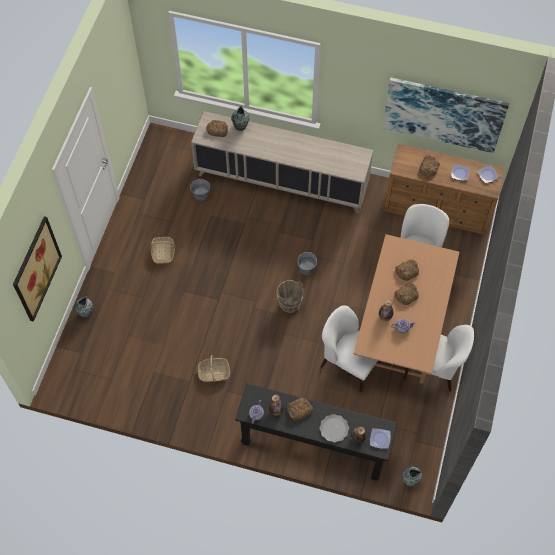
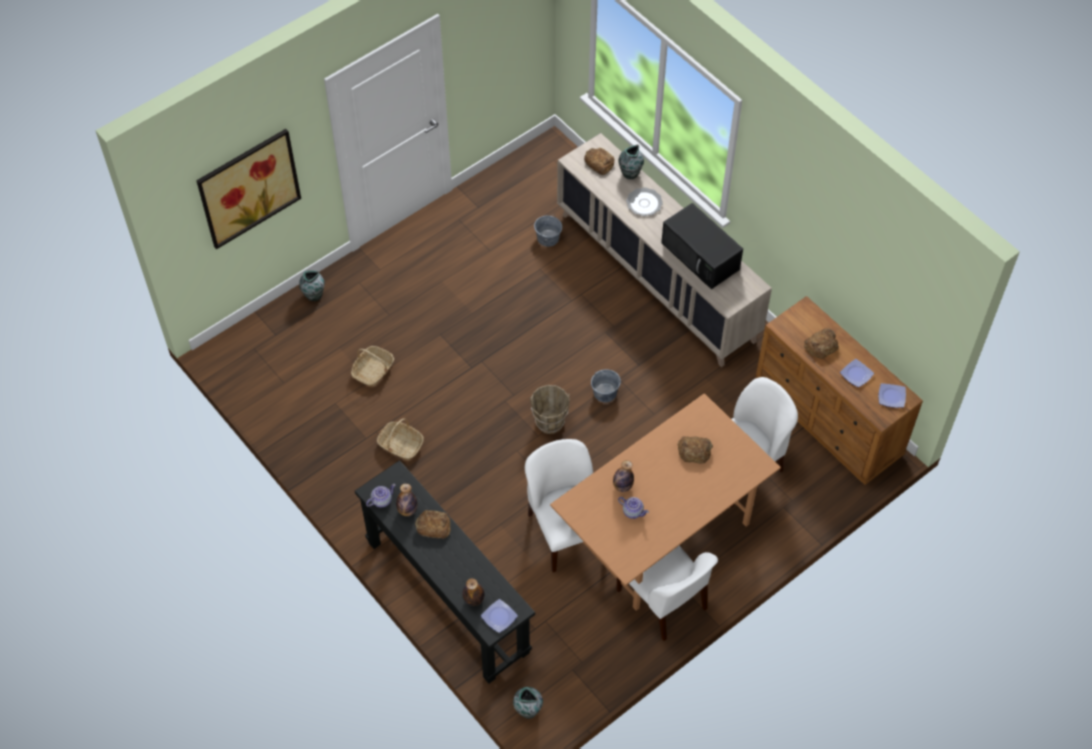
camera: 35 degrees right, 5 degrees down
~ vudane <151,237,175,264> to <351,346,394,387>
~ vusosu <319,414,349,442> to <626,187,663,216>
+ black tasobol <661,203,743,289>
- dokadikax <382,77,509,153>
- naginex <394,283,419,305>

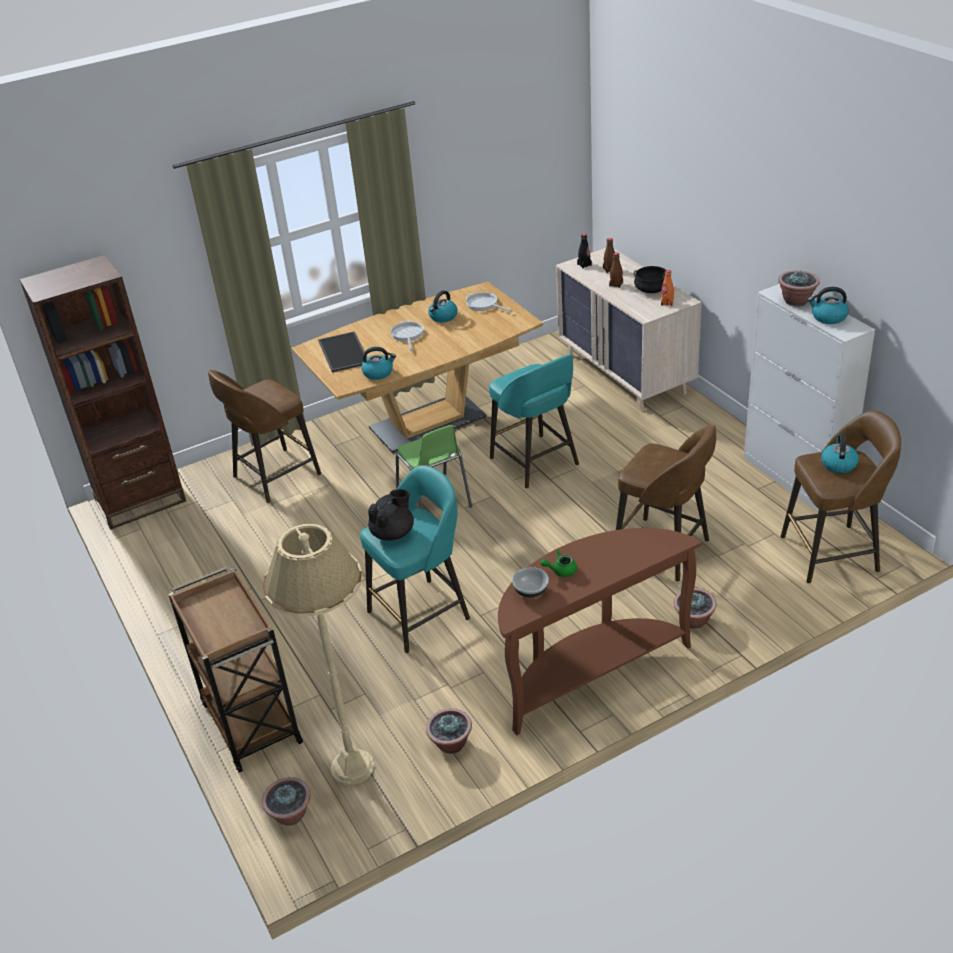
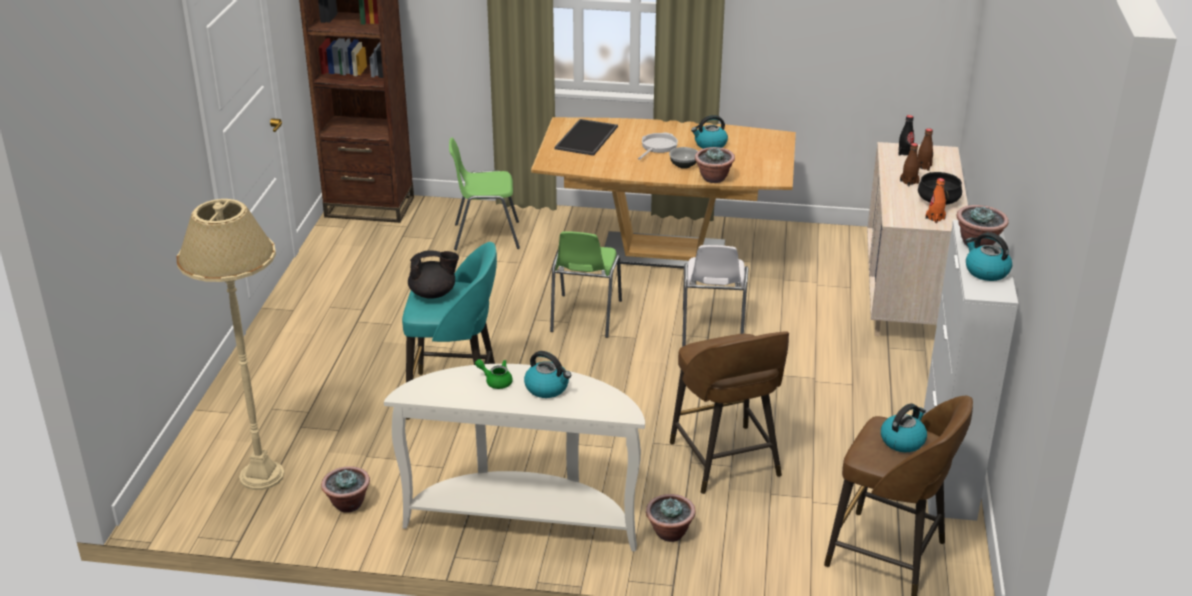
camera: 35 degrees right, 5 degrees down
~ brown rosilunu <498,528,702,735> to white rosilunu <384,364,645,552>
~ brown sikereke <208,370,321,503> to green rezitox <449,138,520,250>
~ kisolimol <361,347,396,380> to <524,351,571,398>
~ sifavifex <512,567,549,598> to <669,147,698,169>
~ turquoise sikereke <489,354,579,489> to white rezitox <682,245,748,347>
~ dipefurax <262,777,310,826> to <695,147,735,183>
- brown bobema <168,566,303,772>
- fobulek <466,292,512,312>

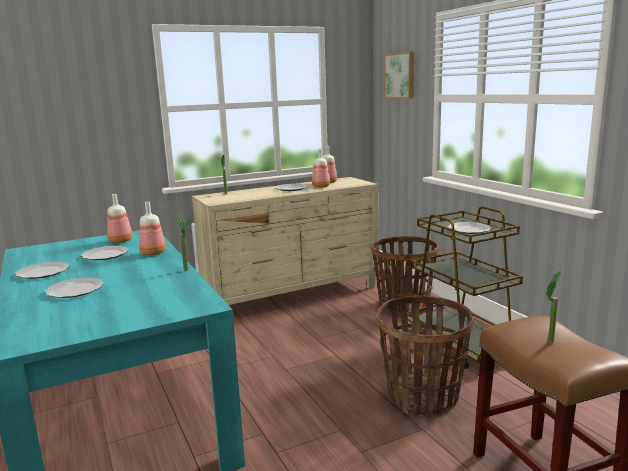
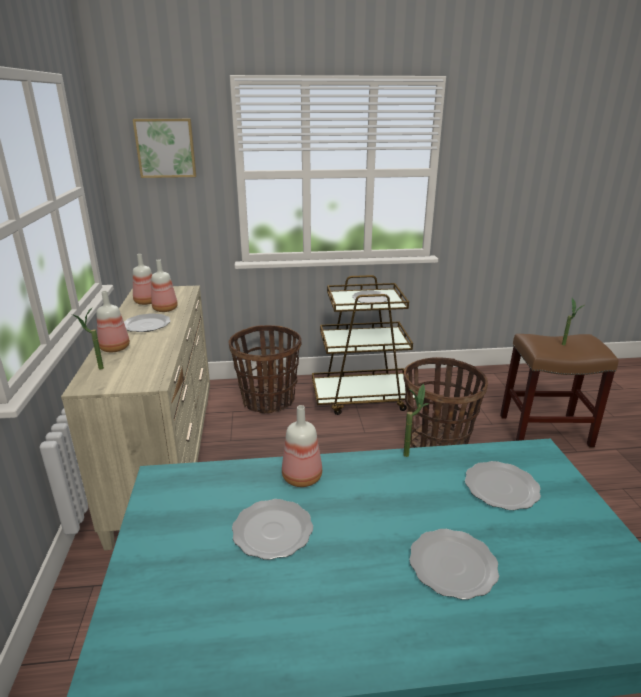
camera: 70 degrees left, 10 degrees up
~ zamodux <107,194,132,243> to <97,291,130,352>
~ vusosu <15,261,69,279> to <465,461,541,510>

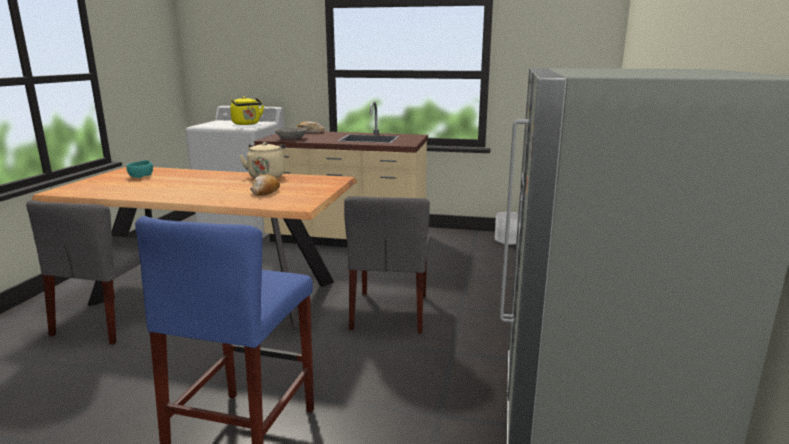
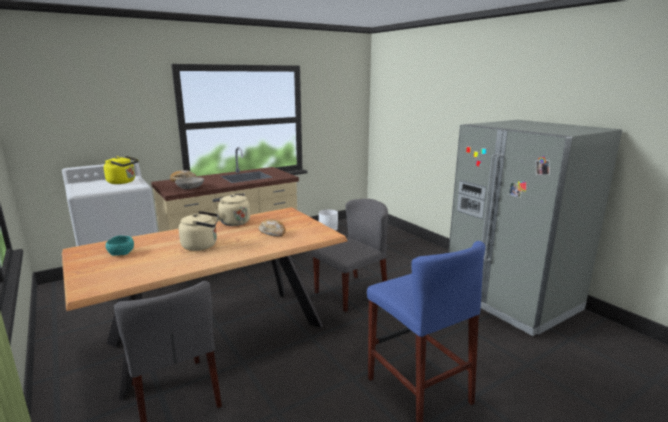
camera: 45 degrees left, 0 degrees up
+ beige kisolimol <179,211,219,251>
~ grey rezitox <344,196,430,334> = <311,199,388,312> 90 degrees counterclockwise

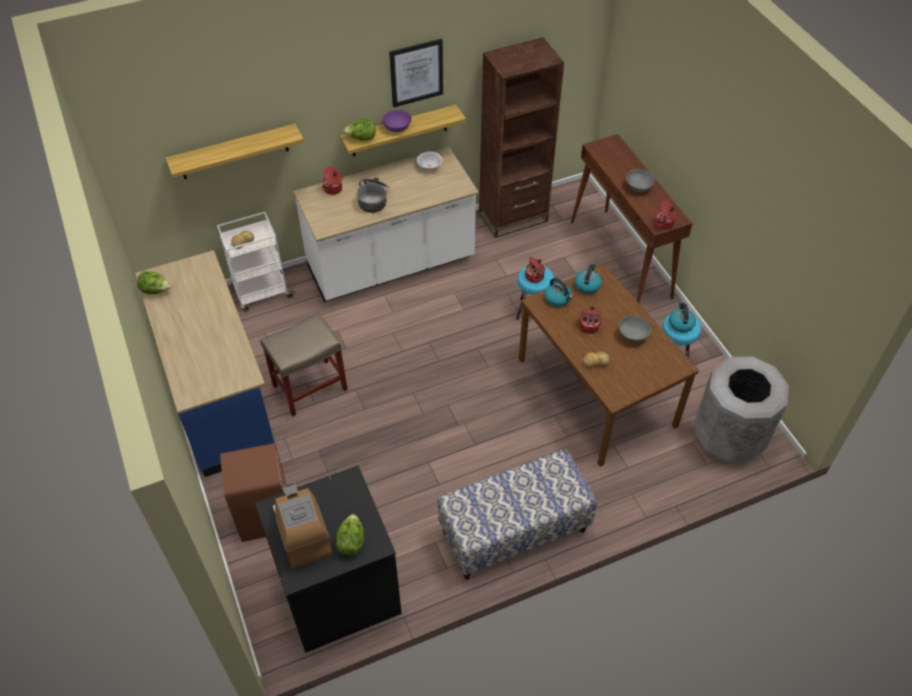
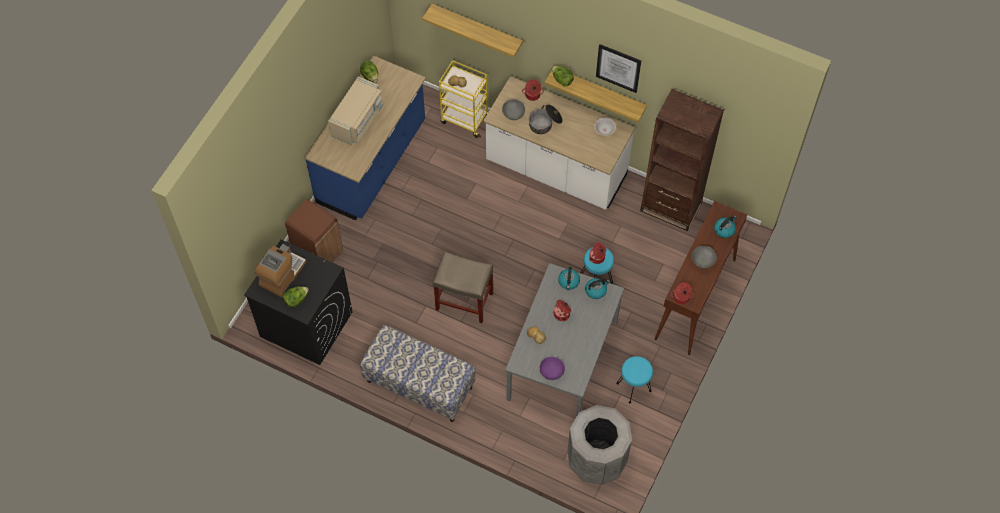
camera: 50 degrees right, 10 degrees up
+ beige tasobol <328,77,383,145>
~ beige sikereke <260,313,348,416> to <433,252,493,323>
~ white bobema <217,212,295,312> to yellow bobema <439,60,488,138>
~ grey sifavifex <619,316,651,342> to <502,99,525,120>
~ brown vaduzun <519,264,699,467> to grey vaduzun <505,263,624,417>
~ purple sifavifex <382,110,412,132> to <540,357,565,380>
~ kisolimol <669,302,696,332> to <714,215,737,238>

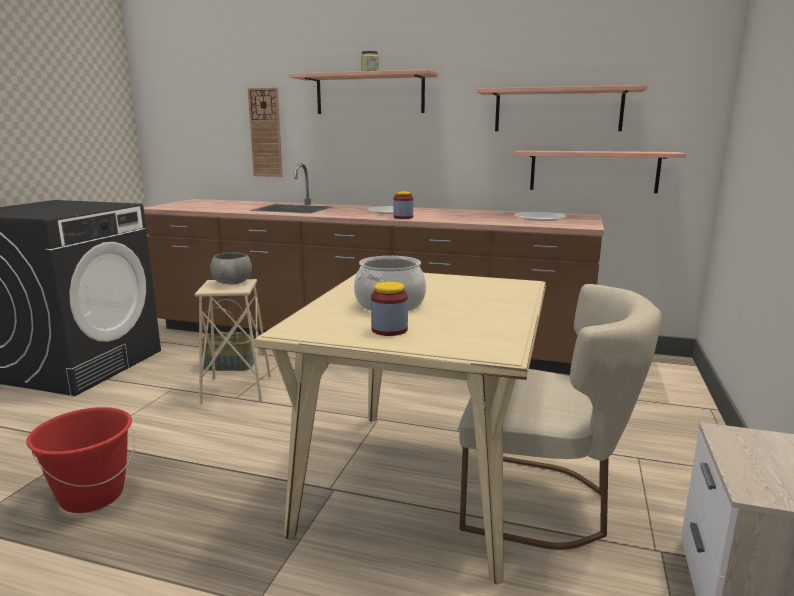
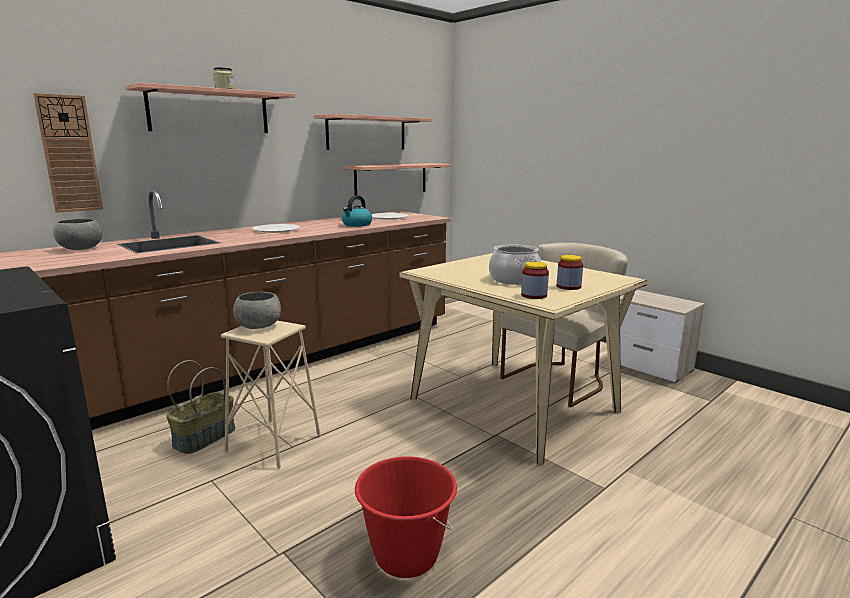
camera: 60 degrees left, 0 degrees up
+ grey sifavifex <53,219,102,250>
+ kisolimol <342,195,372,227>
~ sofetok <394,191,413,219> to <521,262,549,299>

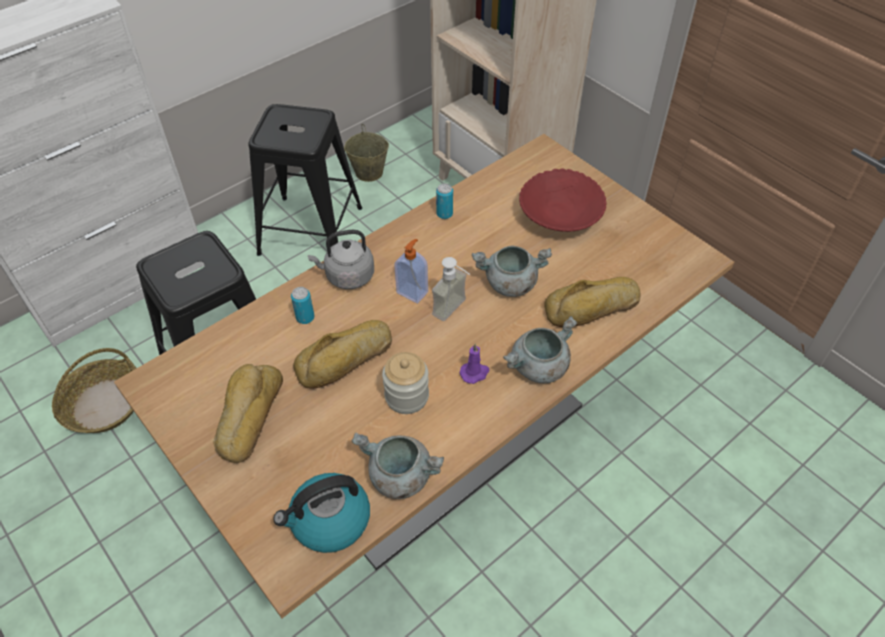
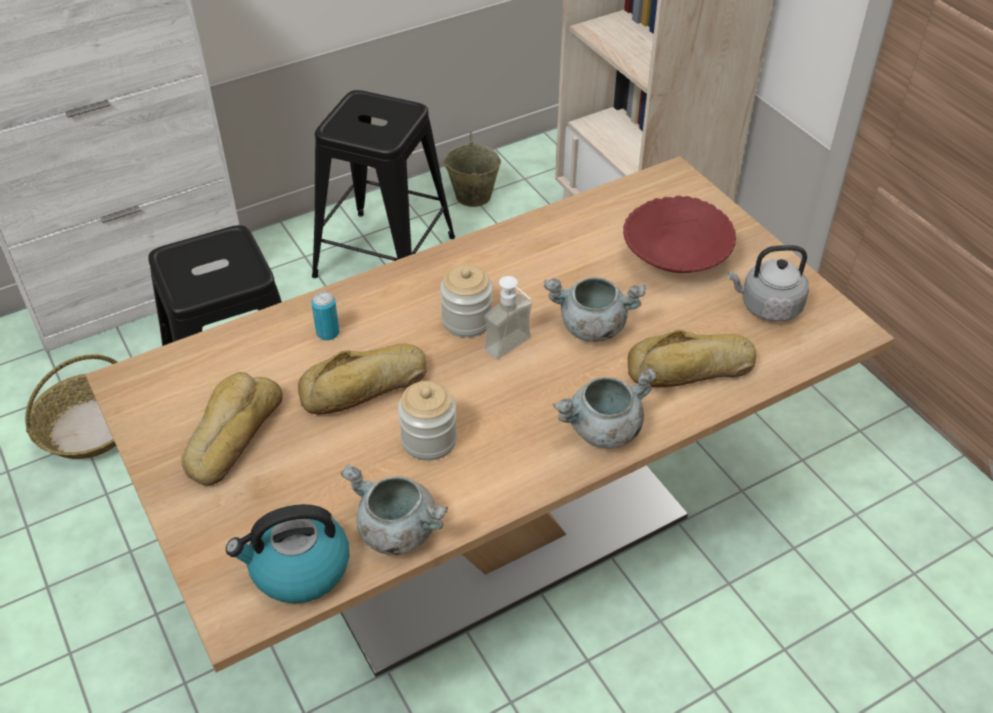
camera: 10 degrees right, 5 degrees down
~ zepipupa <394,239,428,303> to sofetok <440,265,492,338>
~ grey kisolimol <308,230,374,289> to <728,245,809,322>
- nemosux <436,183,453,219>
- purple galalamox <460,343,489,384>

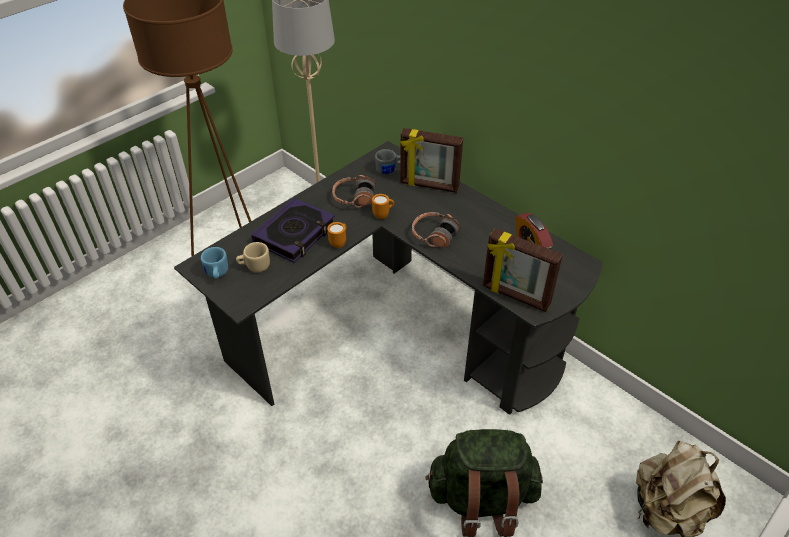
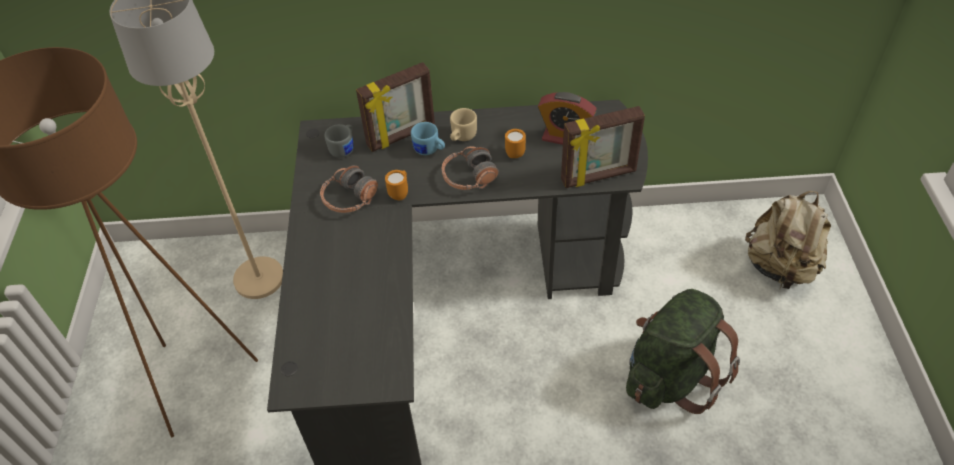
camera: 45 degrees left, 5 degrees up
~ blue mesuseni <201,247,228,279> to <411,122,445,155>
~ beige mesuseni <236,242,270,273> to <450,108,477,141>
~ orange mesuseni <327,222,346,248> to <505,129,526,158>
- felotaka <251,198,335,263>

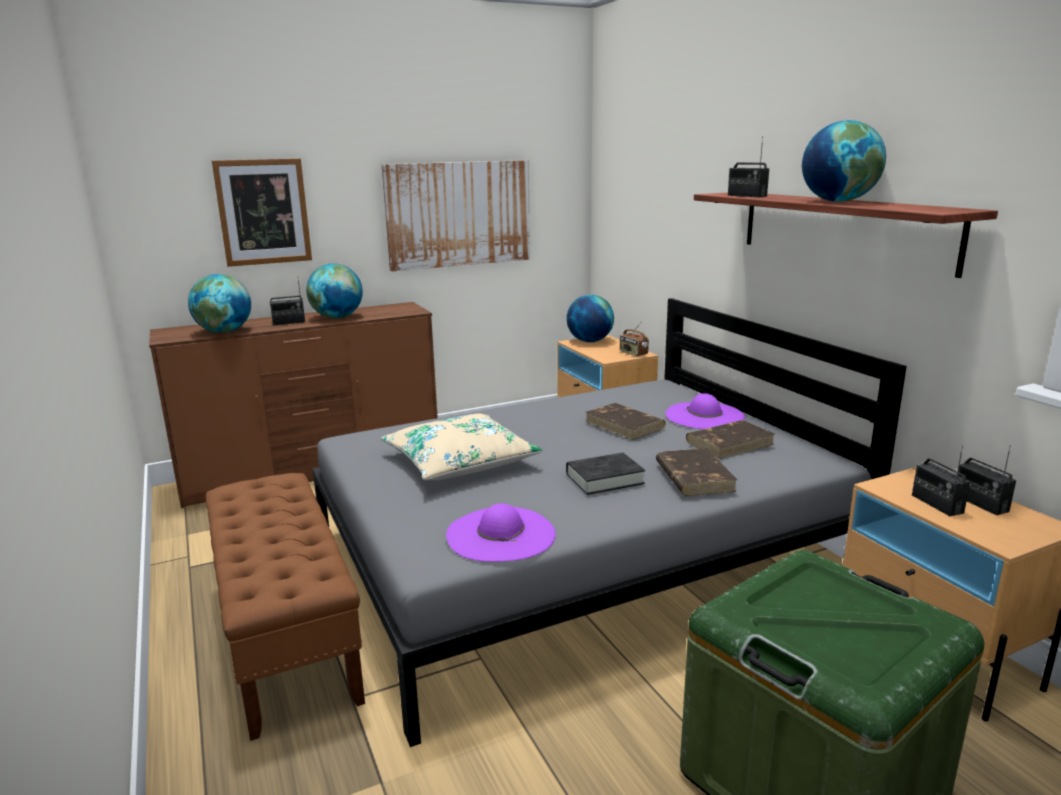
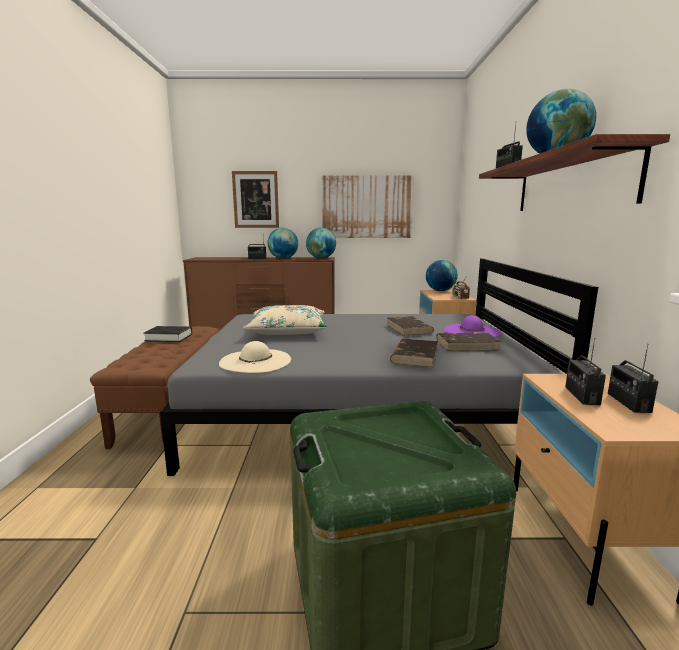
camera: 25 degrees right, 5 degrees down
~ black felotaka <566,453,645,495> to <144,326,192,342>
~ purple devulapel <446,503,556,562> to beige devulapel <219,341,291,373>
~ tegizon <188,274,251,333> to <306,228,336,259>

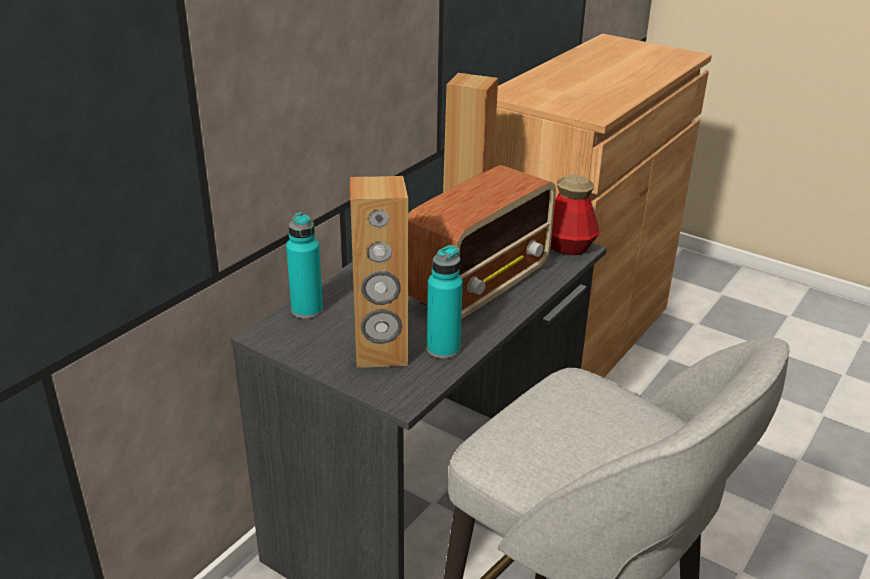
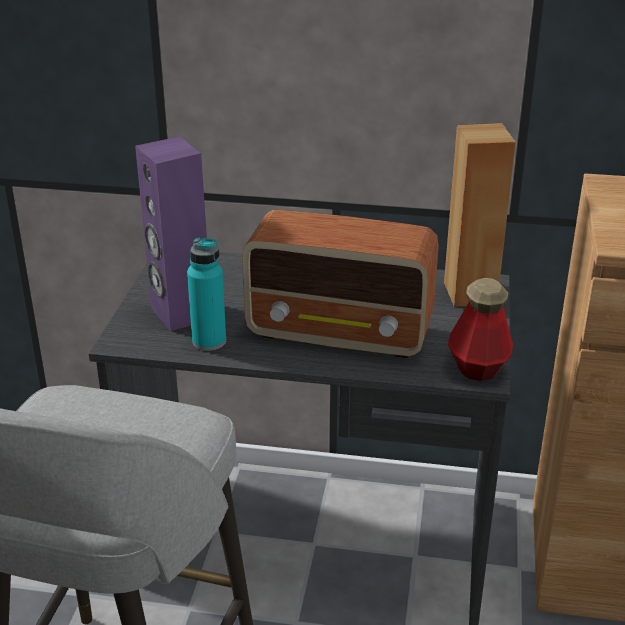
camera: 65 degrees right, 0 degrees up
~ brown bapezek <350,176,408,368> to purple bapezek <135,137,207,331>
- turquoise zamodux <286,212,323,319>

